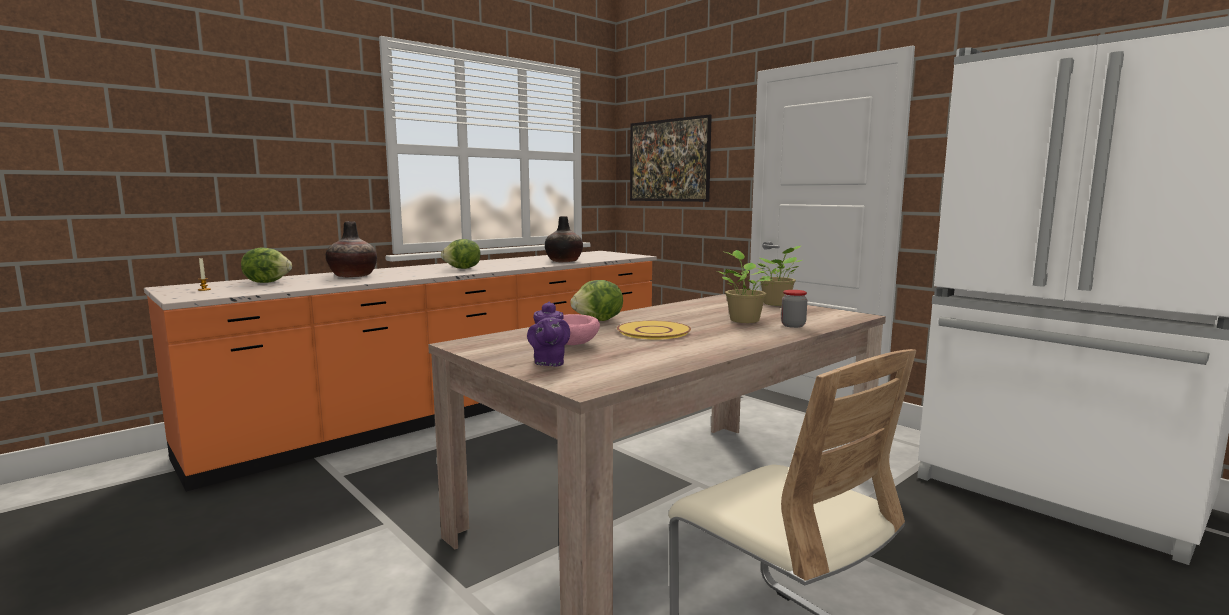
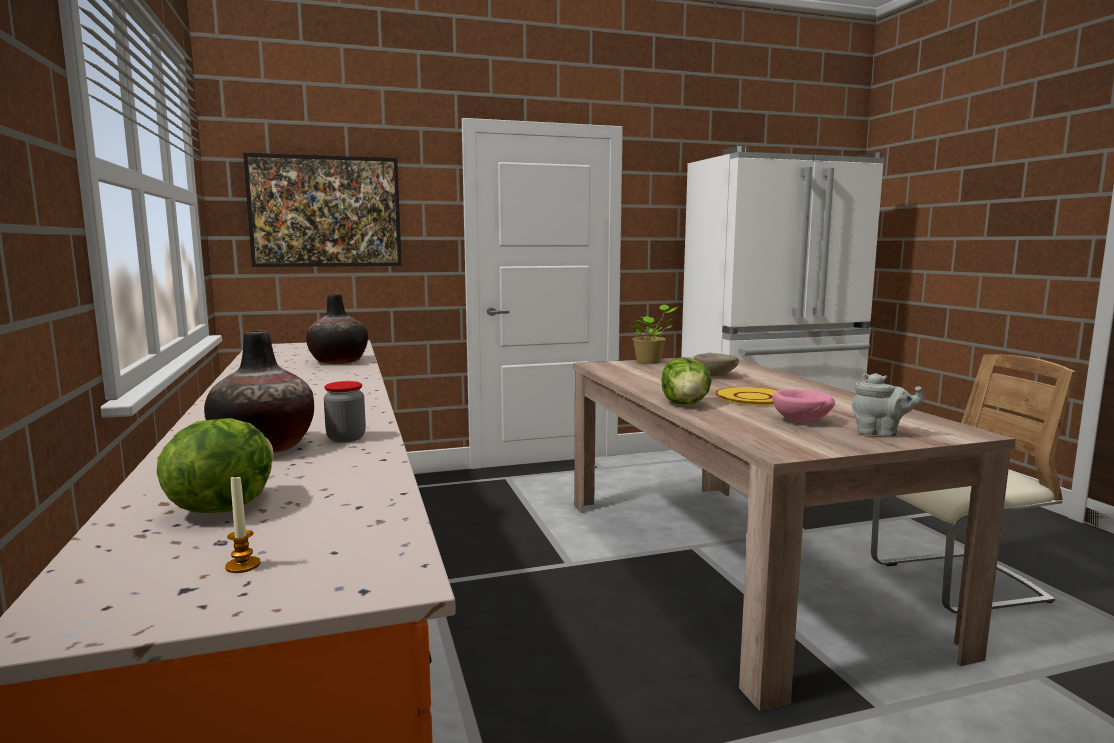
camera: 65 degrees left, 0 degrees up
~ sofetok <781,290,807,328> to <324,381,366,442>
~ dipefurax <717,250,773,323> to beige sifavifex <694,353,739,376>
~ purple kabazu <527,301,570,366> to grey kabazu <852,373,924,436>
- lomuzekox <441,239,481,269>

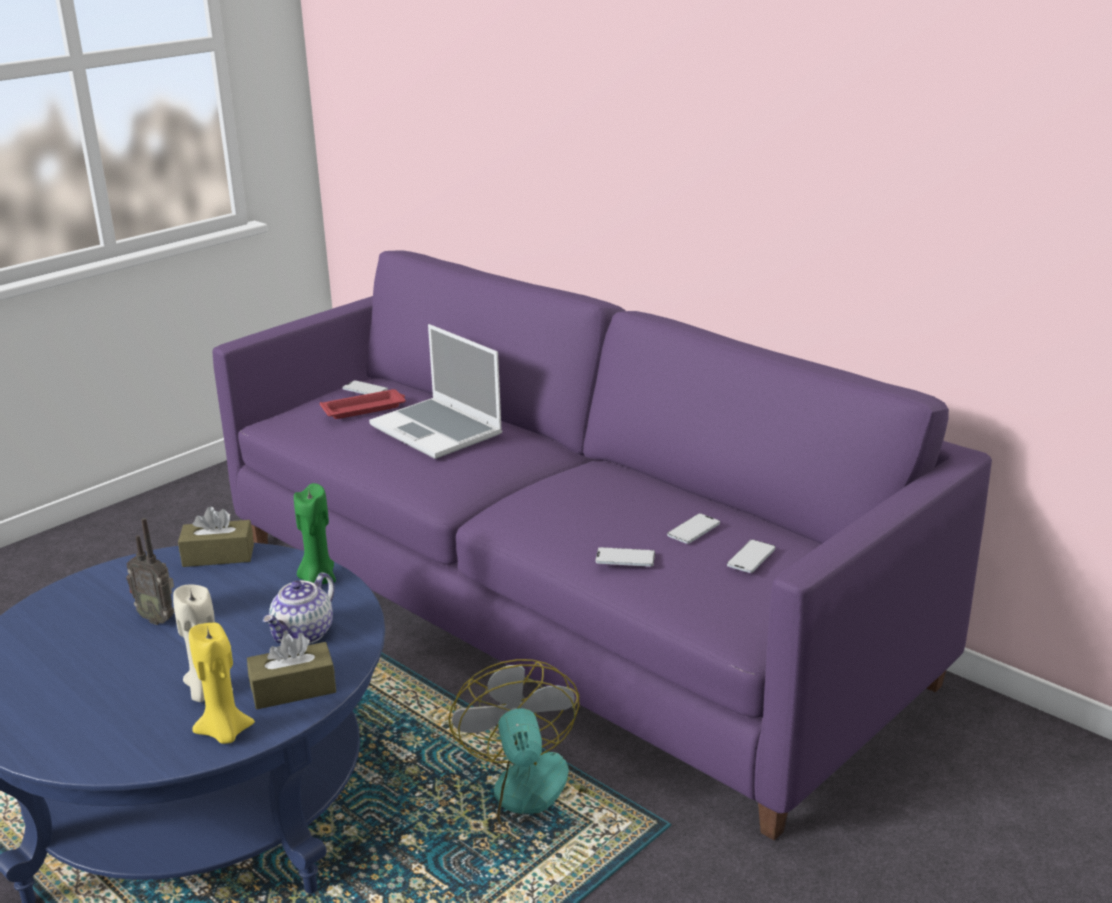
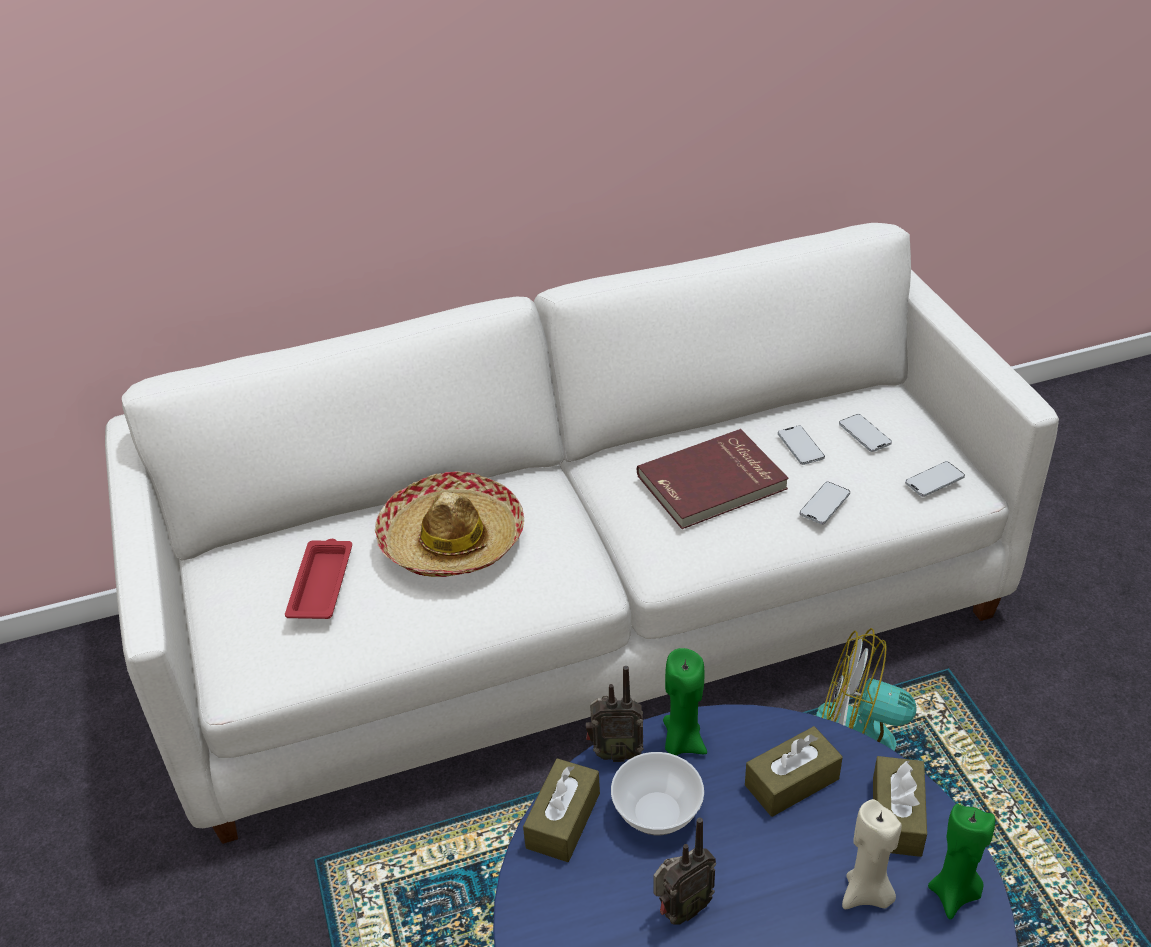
camera: 60 degrees left, 15 degrees up
~ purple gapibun <212,251,992,841> to white gapibun <105,223,1059,844>
~ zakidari <369,324,502,459> to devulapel <375,471,524,577>
+ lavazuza <586,666,644,762>
+ sifavifex <611,752,704,835>
+ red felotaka <637,429,789,529>
~ kabazu <263,572,334,644> to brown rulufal <745,726,843,817>
~ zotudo <342,380,388,394> to <905,461,965,497>
~ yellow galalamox <189,623,255,744> to green galalamox <928,804,995,919>

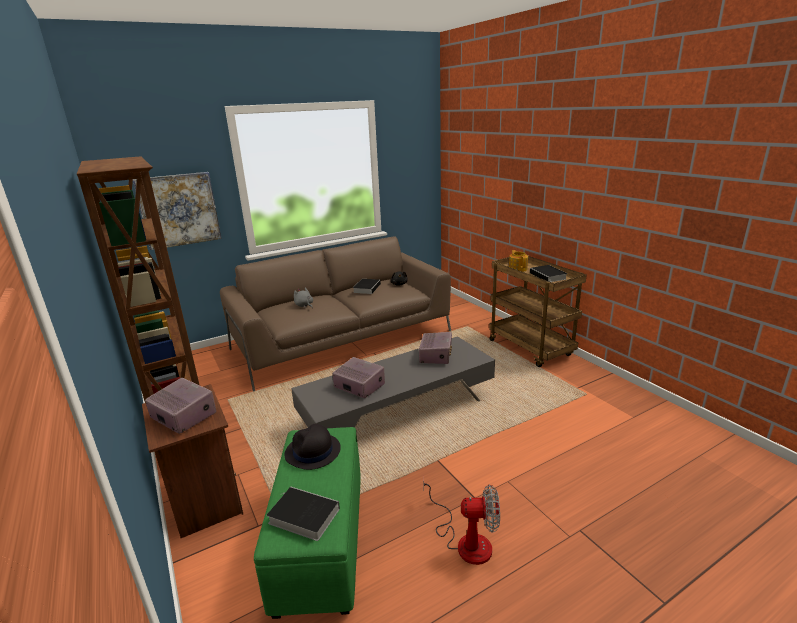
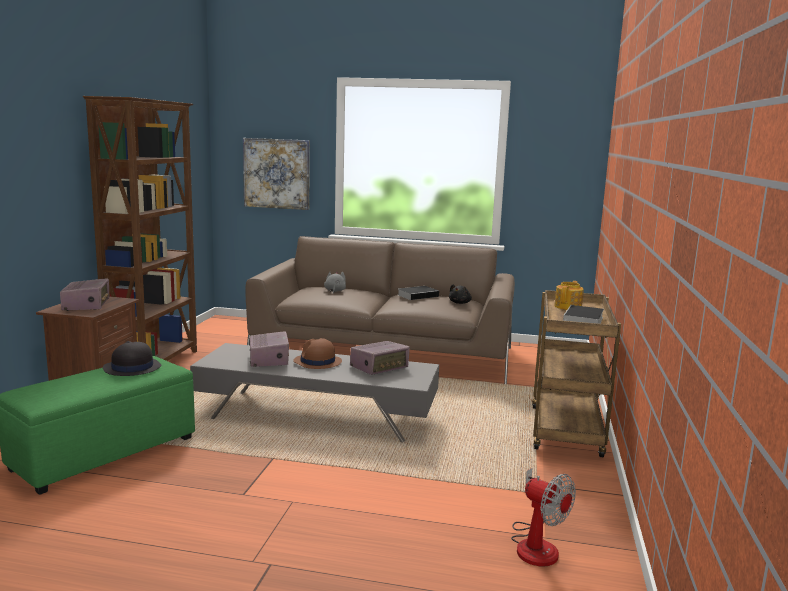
camera: 40 degrees right, 10 degrees down
+ brown devulapel <293,338,342,369>
~ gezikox <423,476,500,565> to <511,468,576,567>
- felotaka <267,487,340,541>

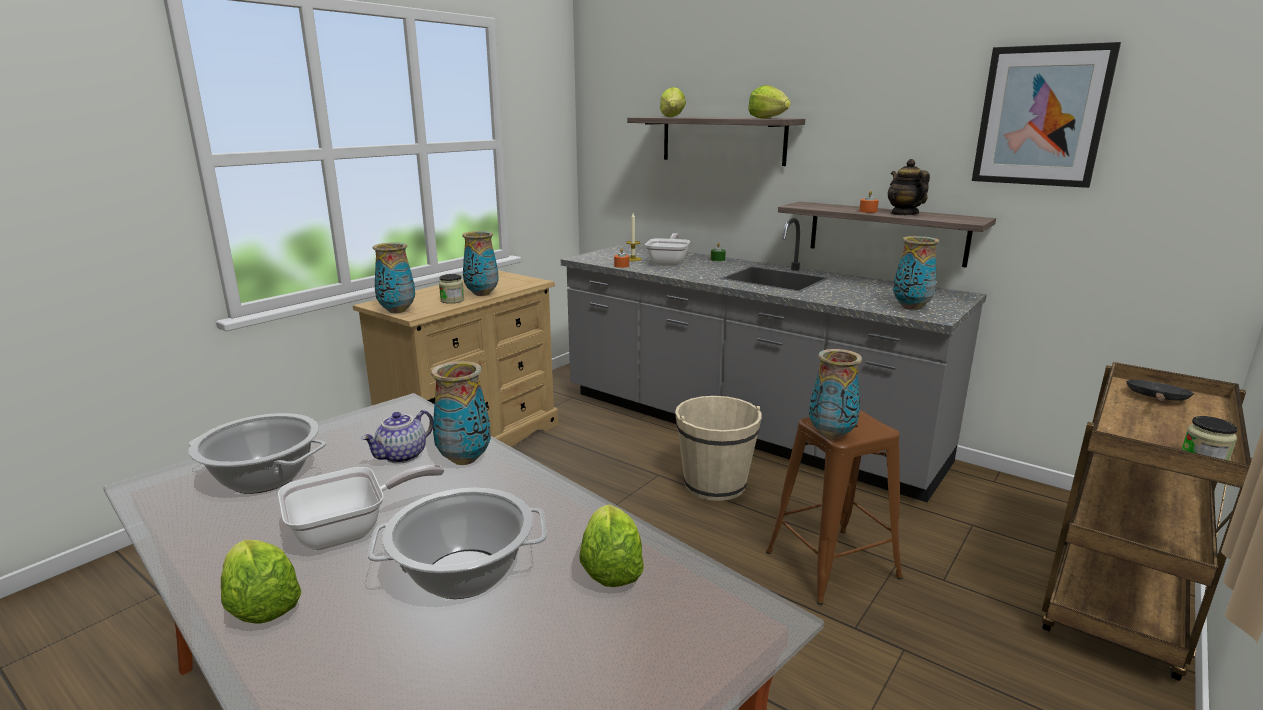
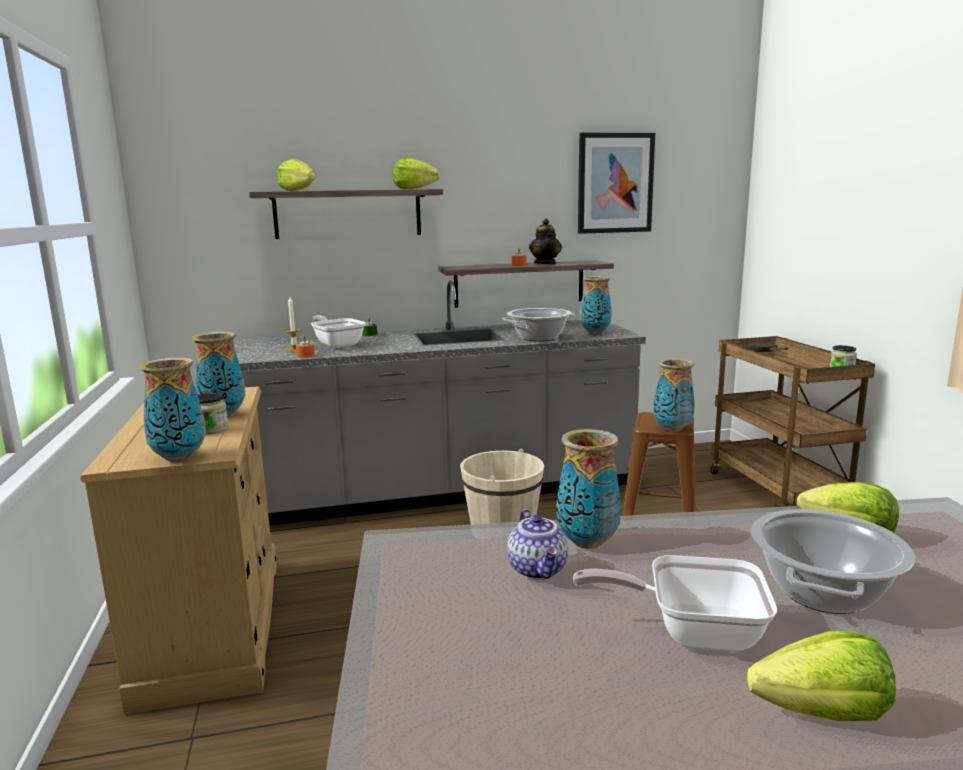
camera: 50 degrees left, 5 degrees down
~ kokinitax <188,413,326,494> to <503,308,575,341>
~ kabazu <888,159,930,215> = <529,219,562,264> 120 degrees counterclockwise
~ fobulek <278,464,444,550> = <573,555,777,652> 90 degrees counterclockwise

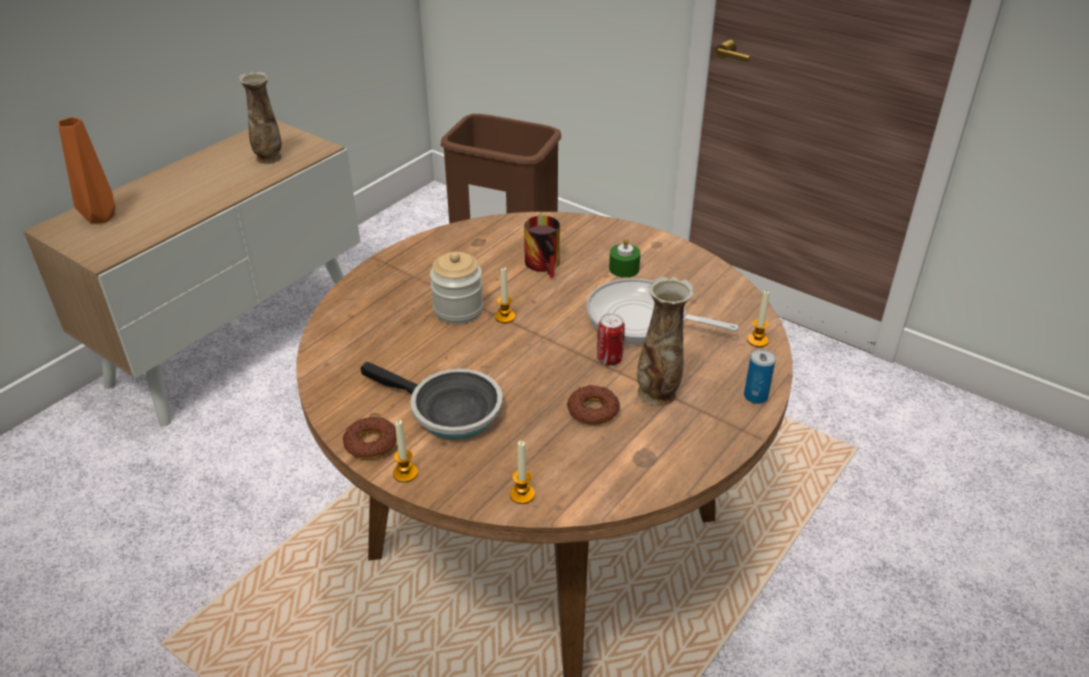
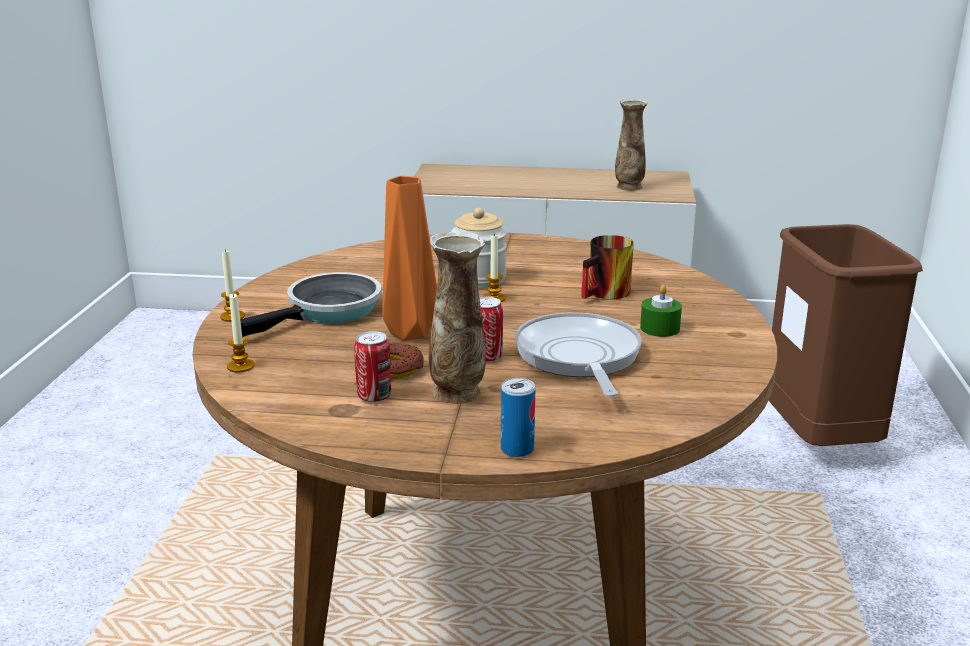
camera: 60 degrees right, 15 degrees down
~ fobulek <360,361,503,439> = <240,272,382,337> 135 degrees counterclockwise
+ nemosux <354,331,391,403>
~ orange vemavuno <58,117,115,224> to <382,176,437,341>
- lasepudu <343,417,397,459>
- galalamox <747,291,770,347>

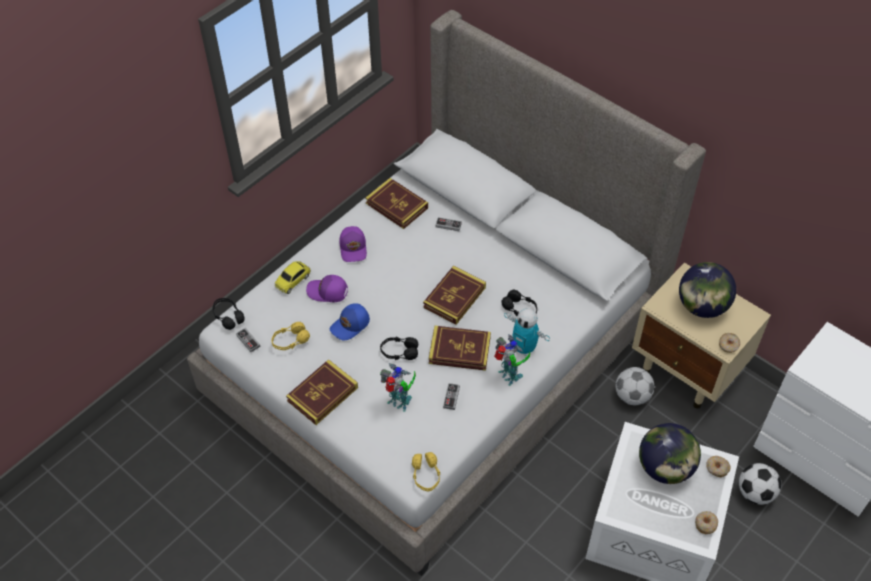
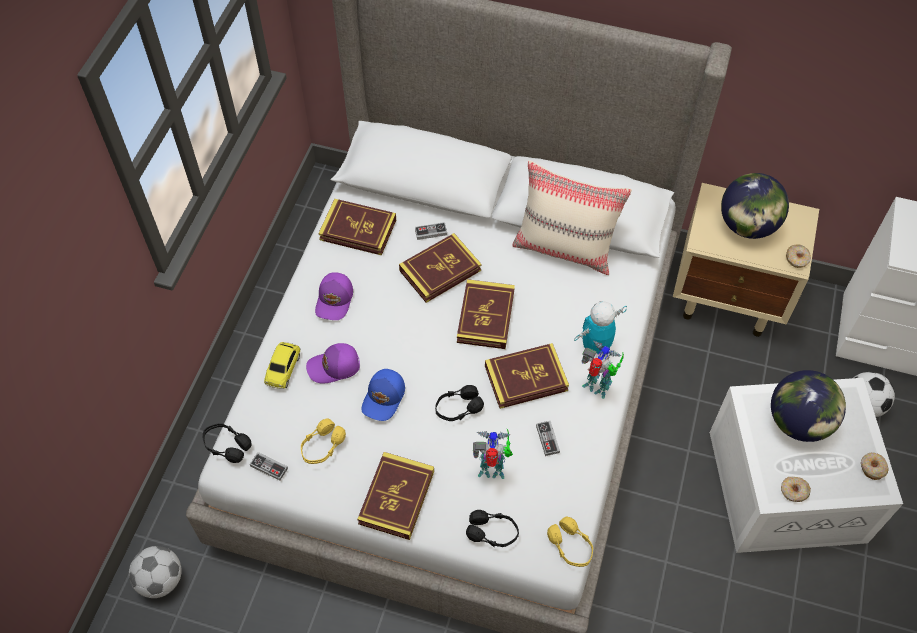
camera: 25 degrees left, 5 degrees up
~ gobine <615,367,654,405> to <129,546,182,598>
~ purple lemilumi <339,226,367,262> = <315,272,353,320> 45 degrees clockwise
+ felotaka <399,233,481,303>
~ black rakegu <501,290,537,316> to <466,510,519,547>
+ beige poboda <512,160,632,275>
~ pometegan <504,308,550,356> = <574,301,627,354> 135 degrees clockwise
~ lasepudu <706,456,731,477> to <781,477,811,502>

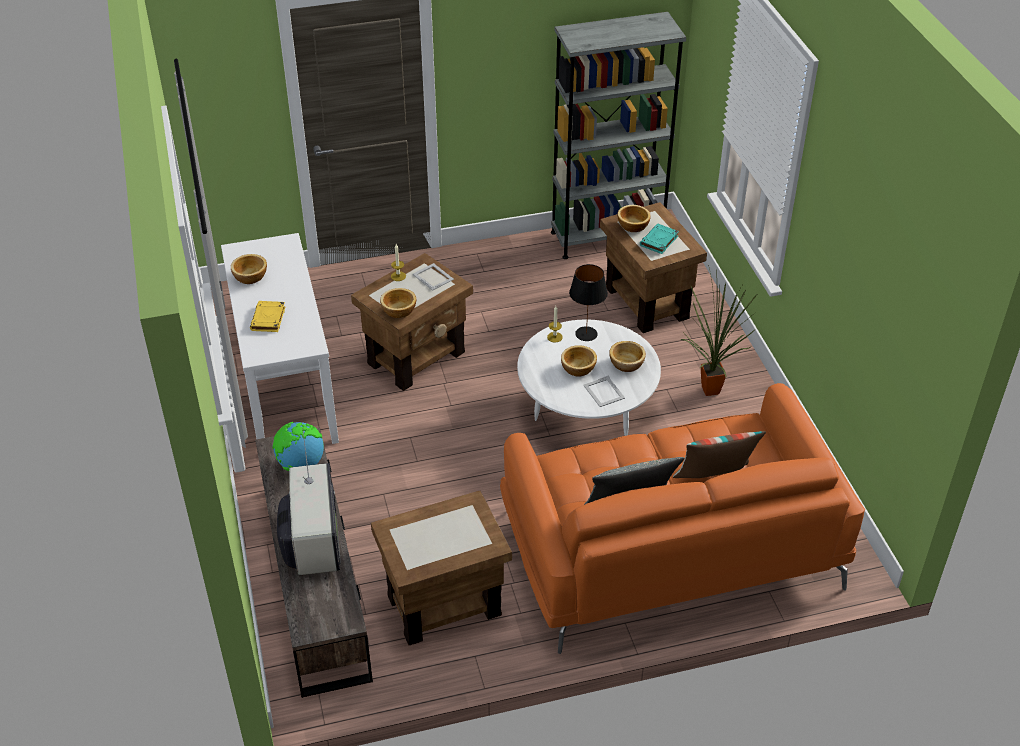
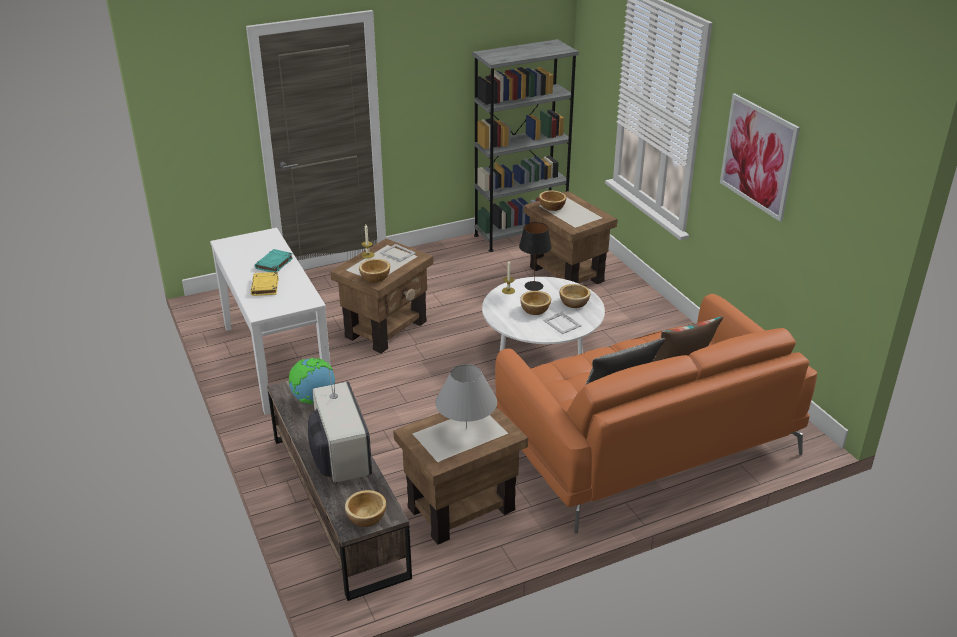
camera: 10 degrees left, 10 degrees down
~ turquoise felotaka <640,224,679,254> to <255,249,293,272>
~ sifavifex <231,254,267,284> to <345,490,386,527>
+ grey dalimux <435,364,497,429>
+ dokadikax <720,93,800,222>
- dipefurax <680,265,758,396>

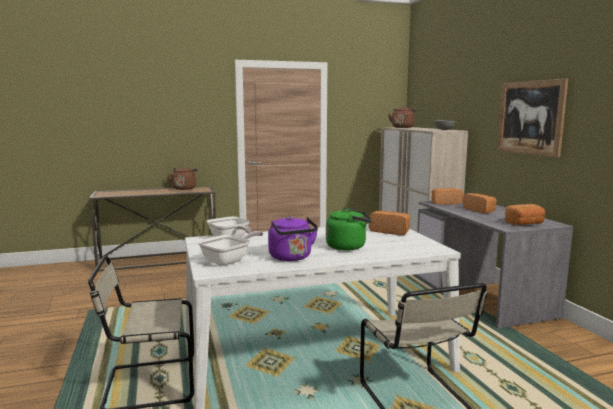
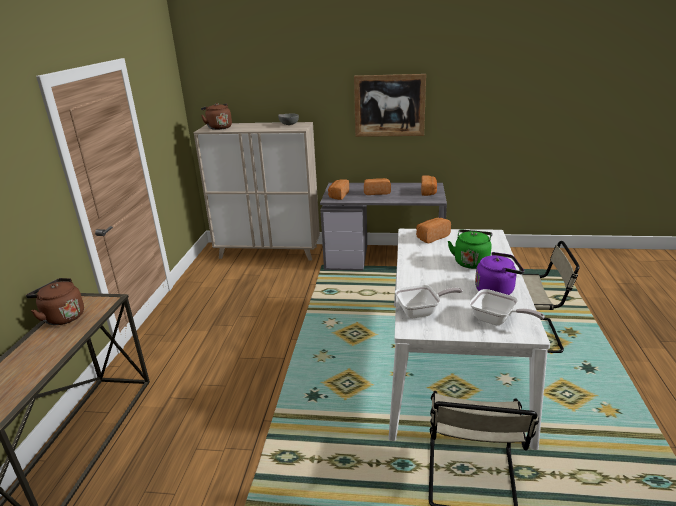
camera: 65 degrees left, 15 degrees up
~ fobulek <198,231,263,266> = <470,289,545,325> 150 degrees clockwise

